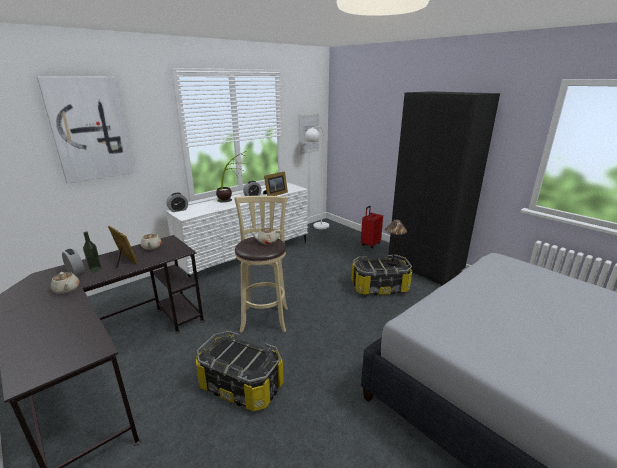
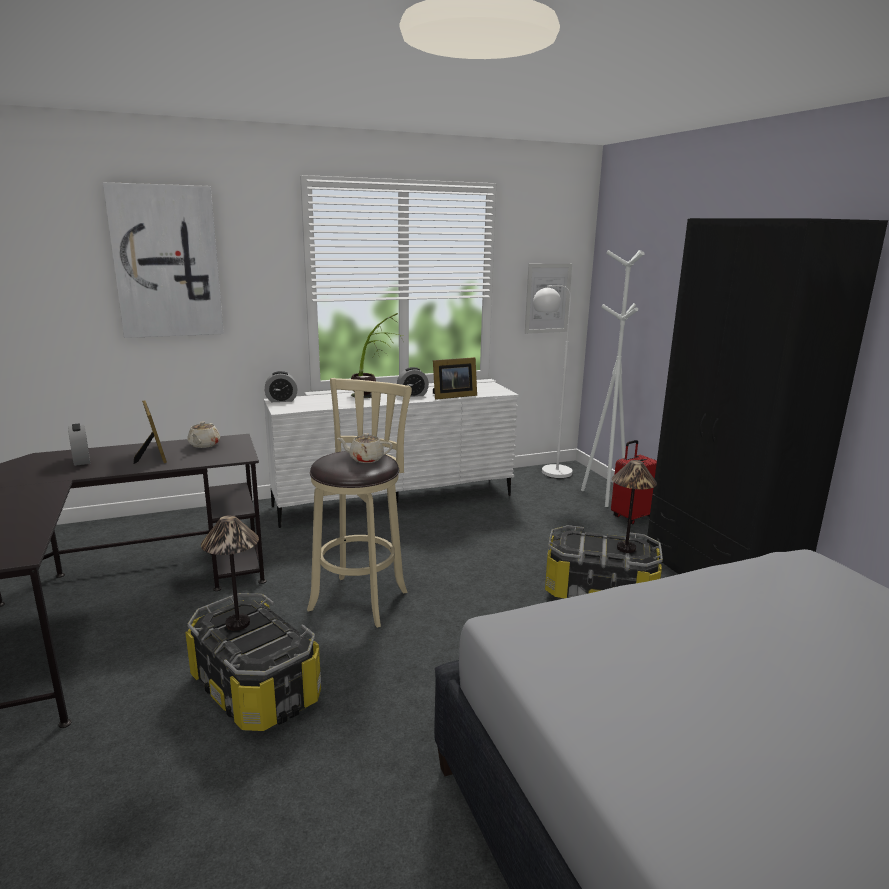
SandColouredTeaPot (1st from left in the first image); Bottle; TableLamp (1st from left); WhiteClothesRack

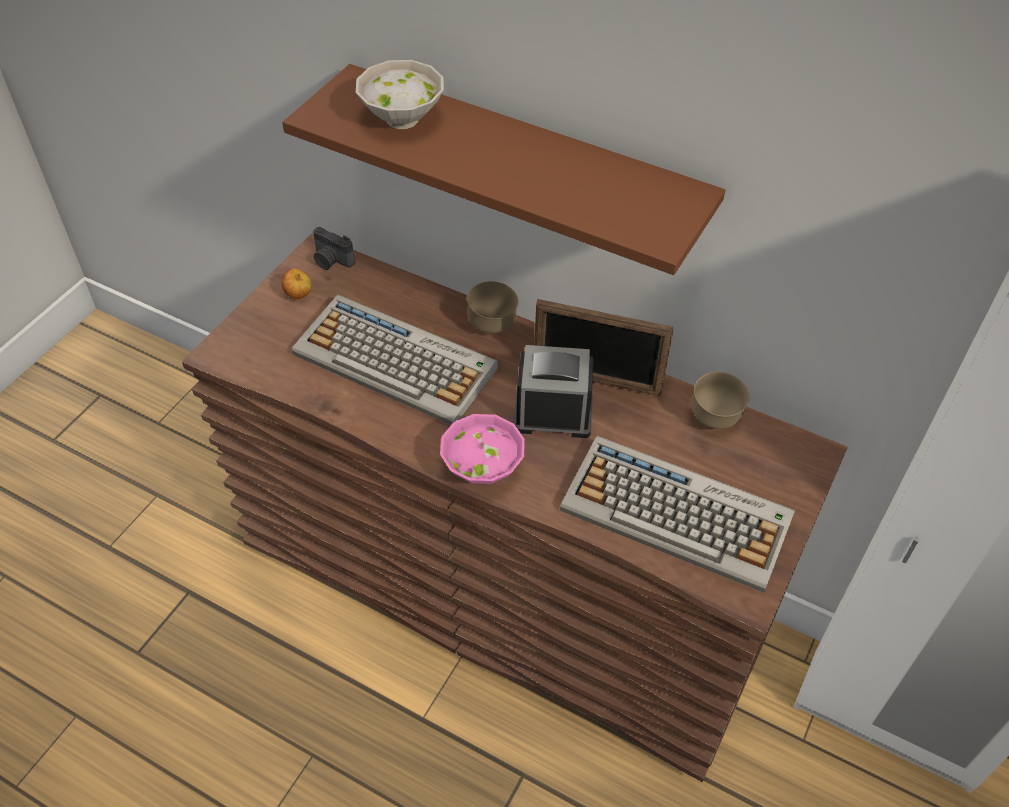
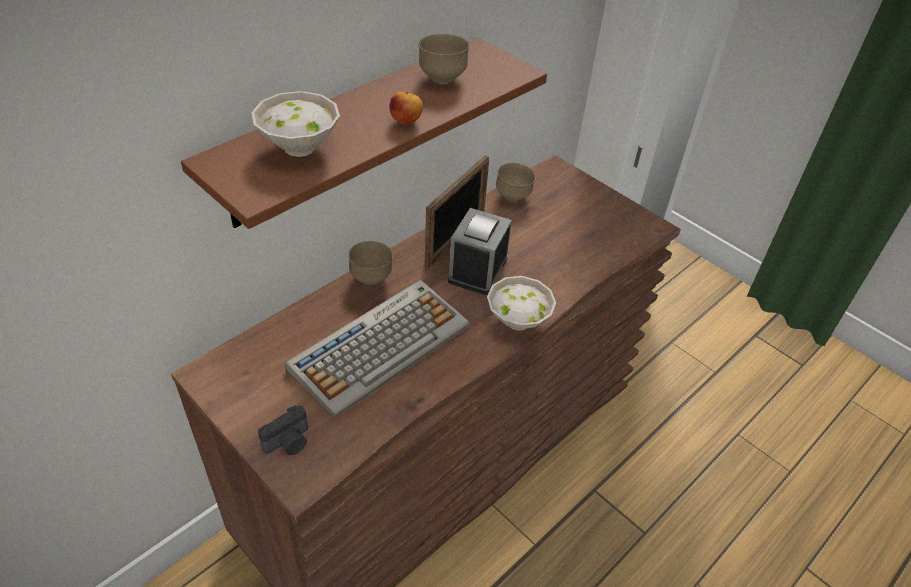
Keyboard (2nd from left in the first image); BrownBowl (2nd from left); WholeApple; StillCamera; WhiteBowl (2nd from left)

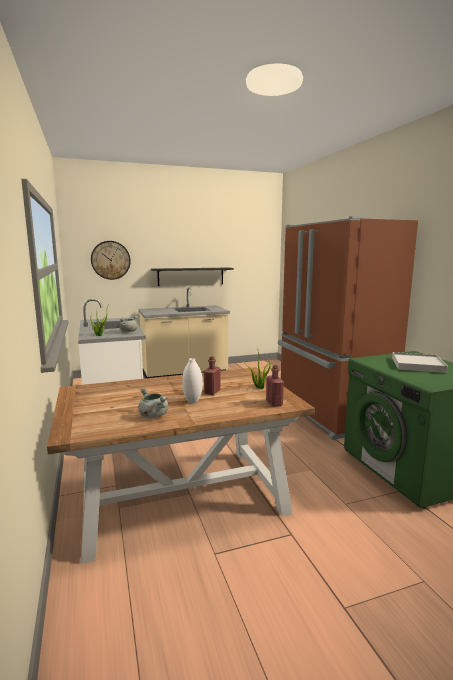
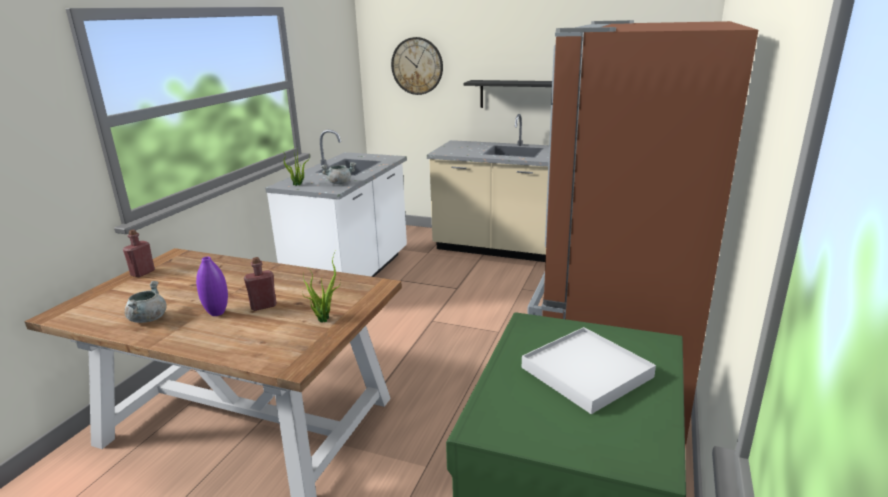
ReddishBottle (1st from left); PurplishVase

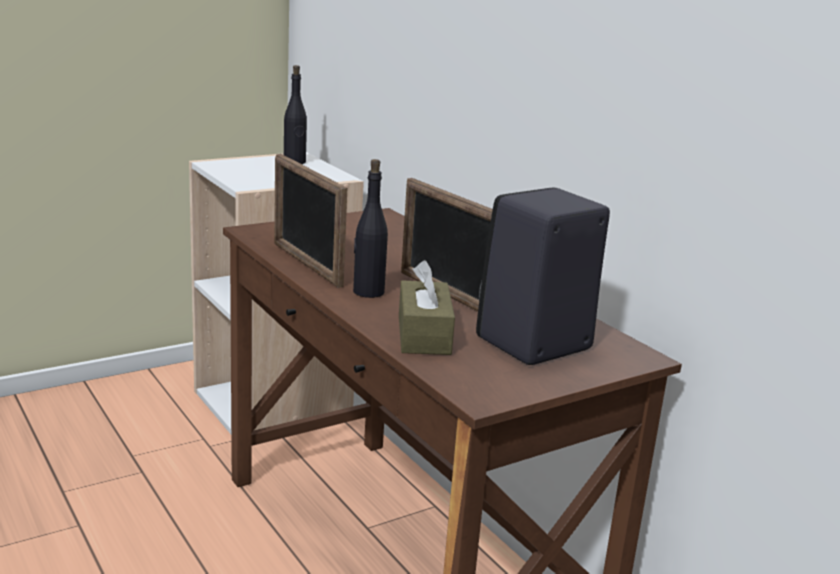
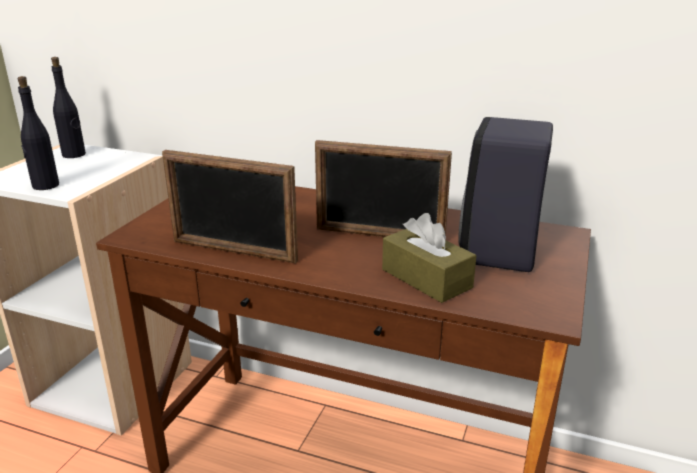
BlackishBottle (1st from left)

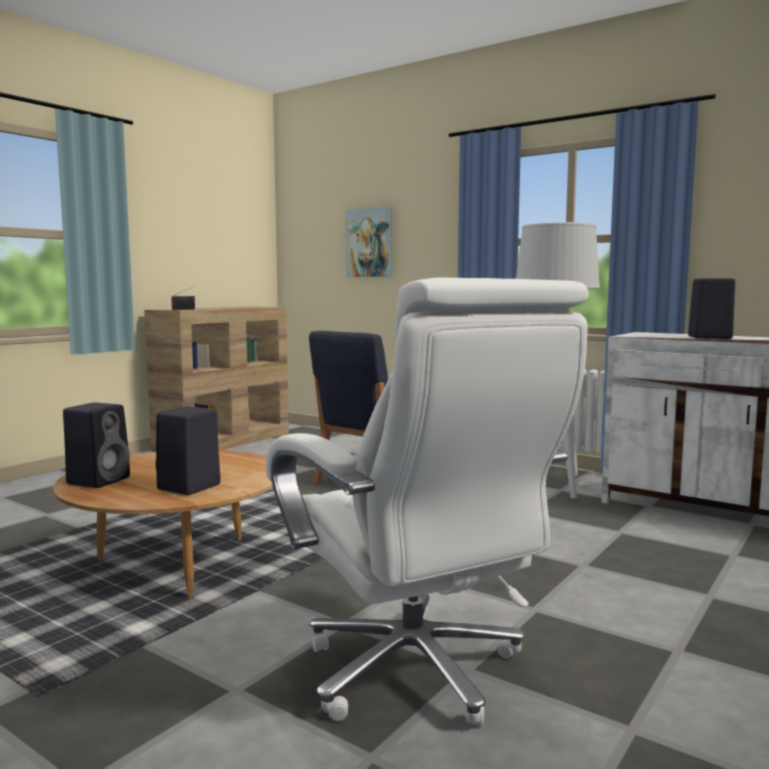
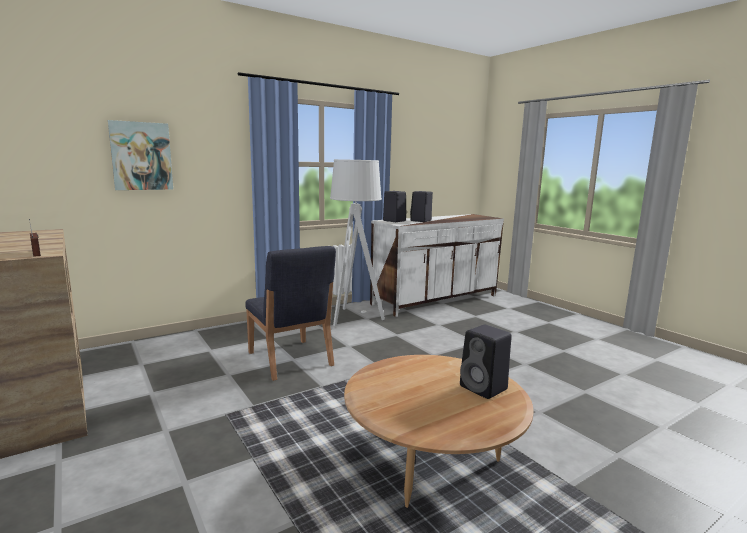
WhiteDeskChair; BlackishSpeaker (1st from left)

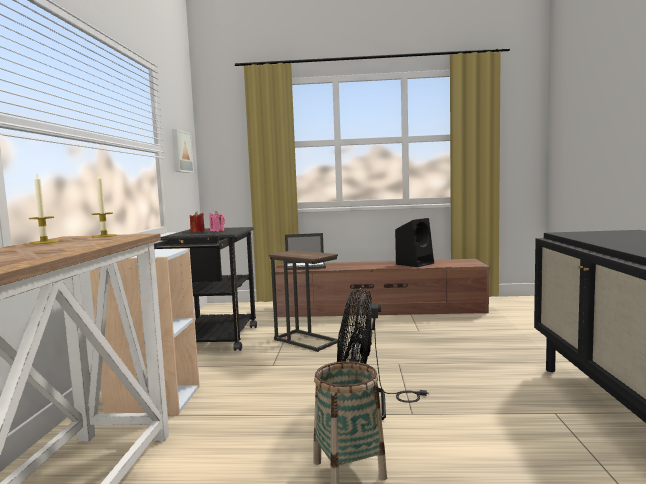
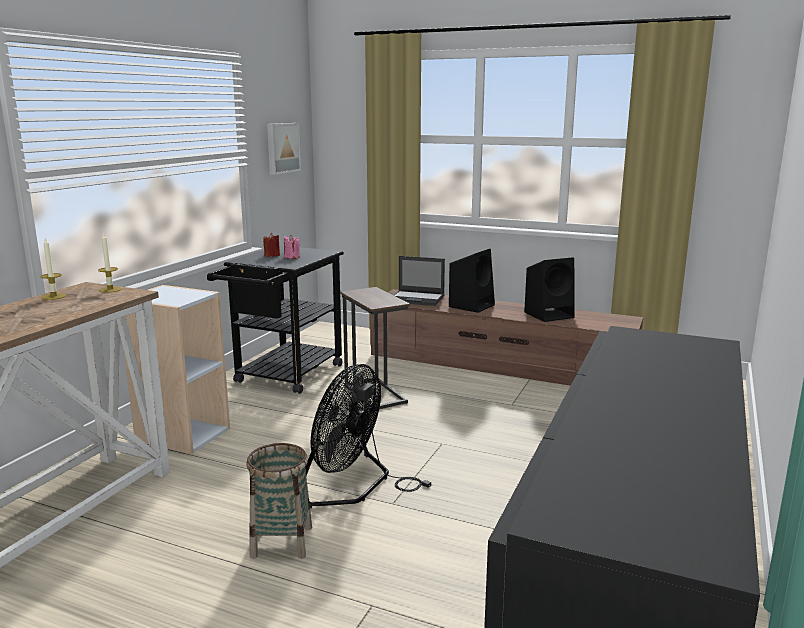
BlackishSpeaker (1st from left)

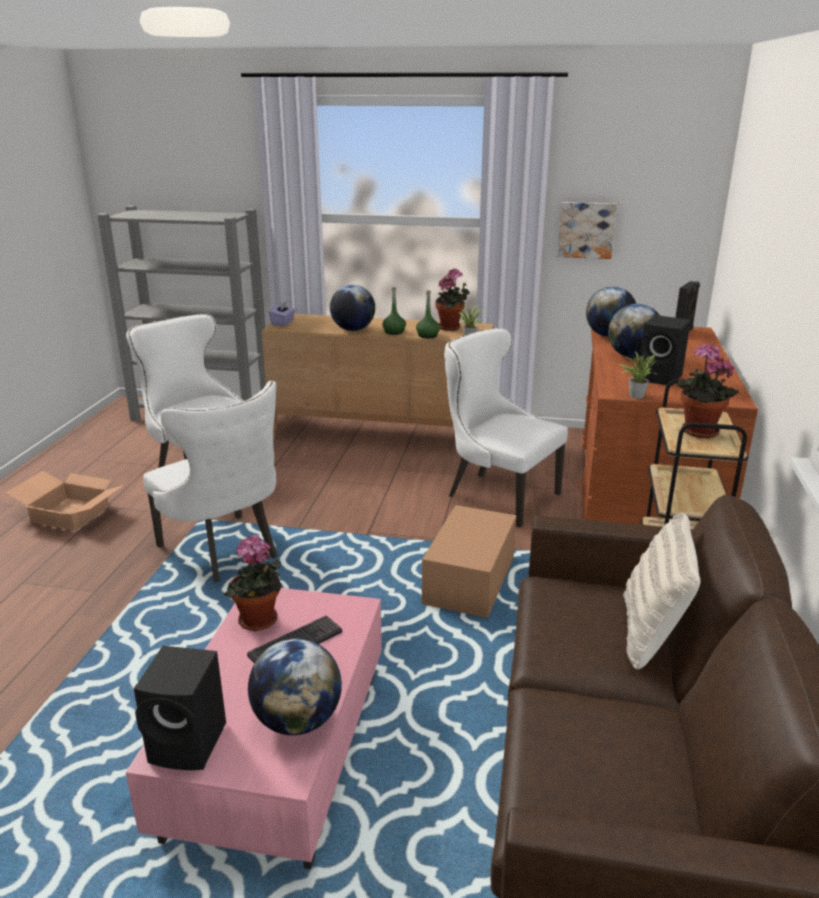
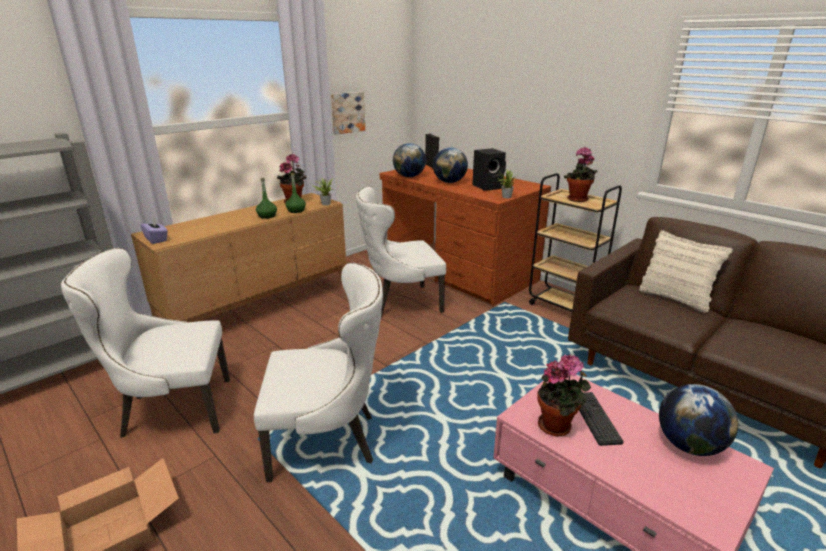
BlackishSpeaker (1st from left in the first image); Globe (2nd from left in the first image); Carton (2nd from left in the first image)

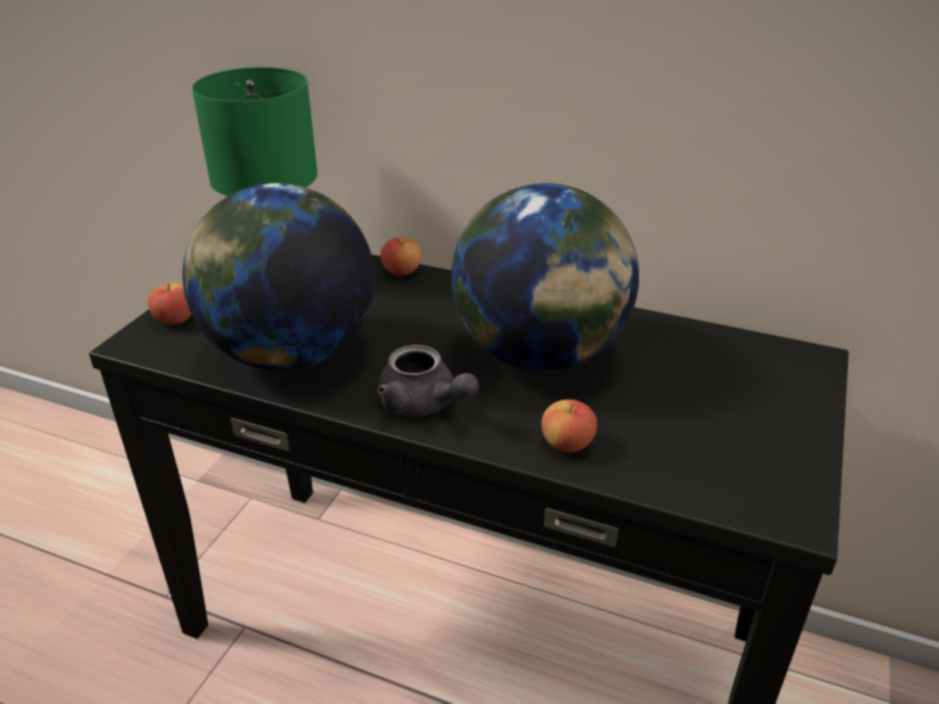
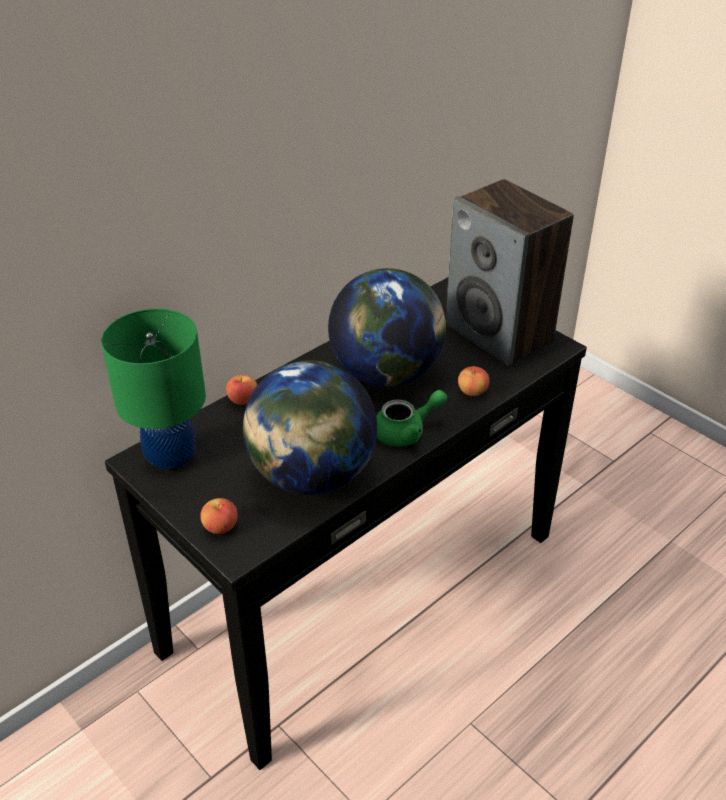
Speaker; GreenTeaPot

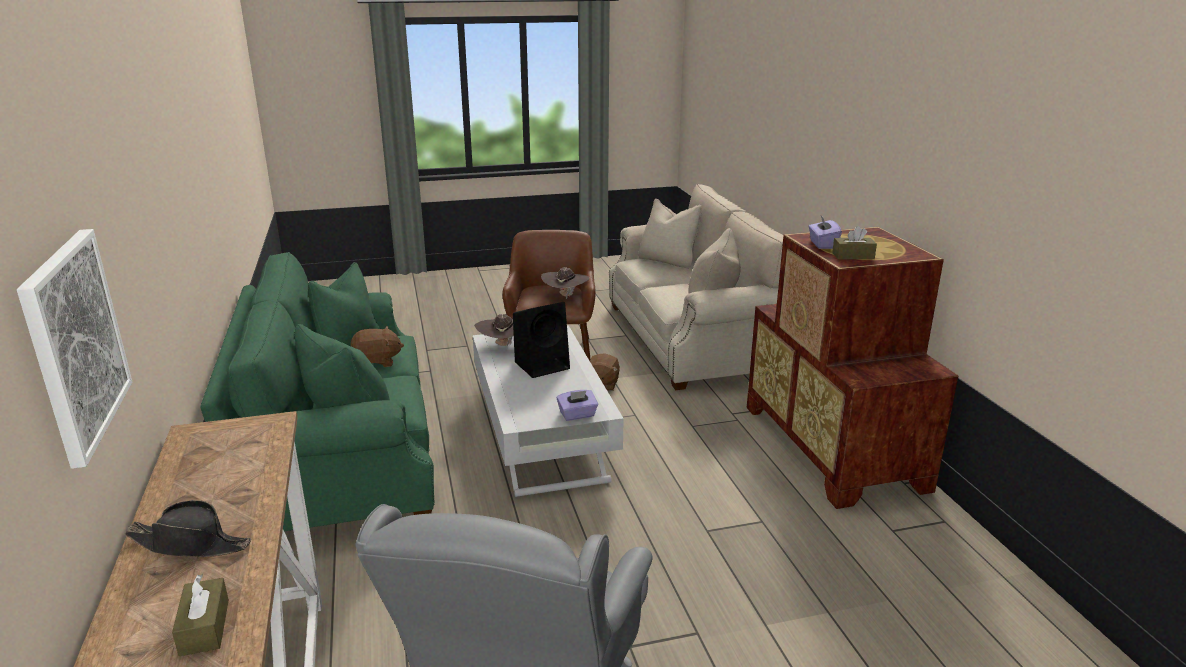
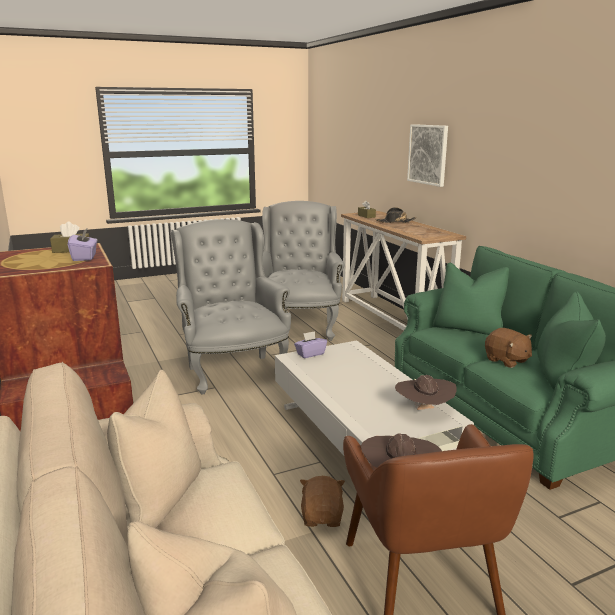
BlackishSpeaker; GreyArmchair (1st from left); BrownPlushToy (2nd from left)

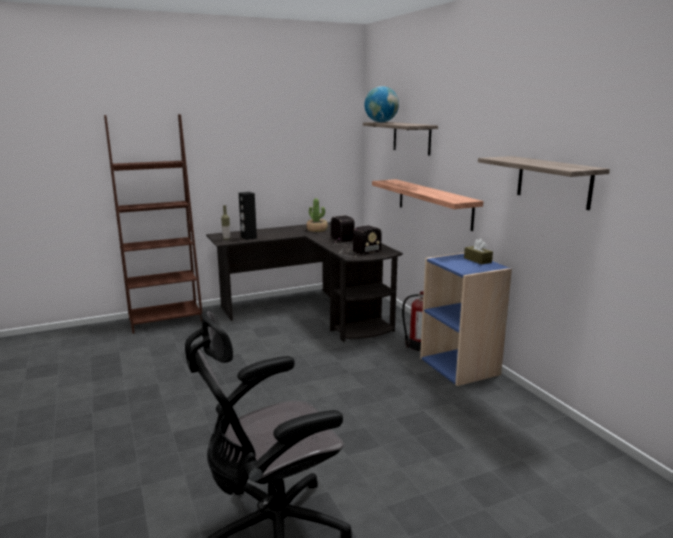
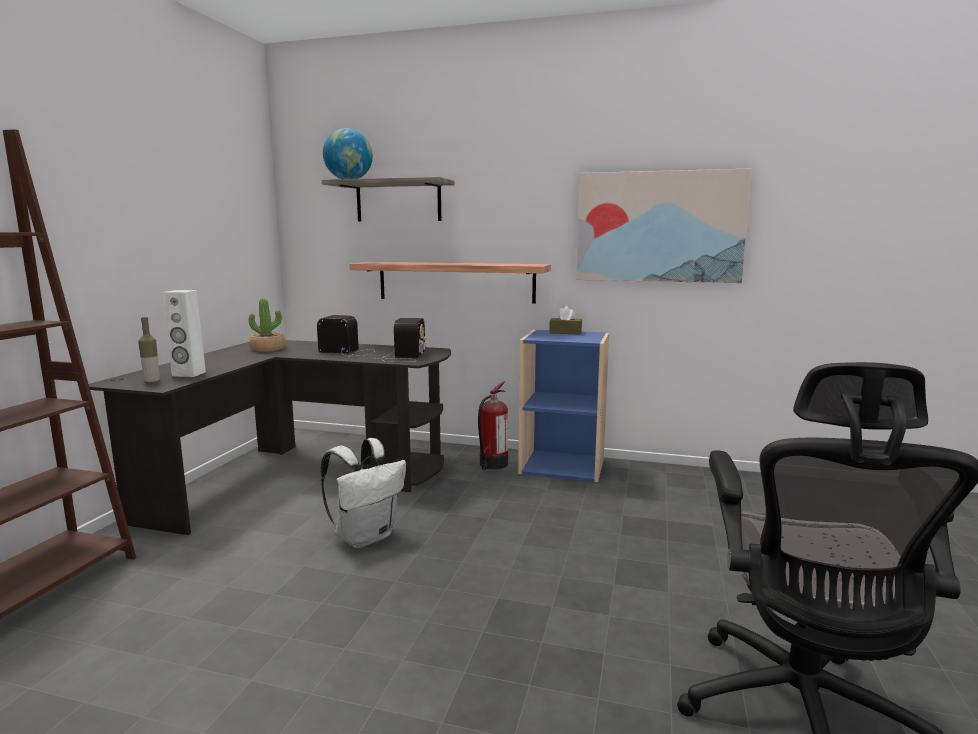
WhiteBackpack; WallArt; WhiteSpeaker

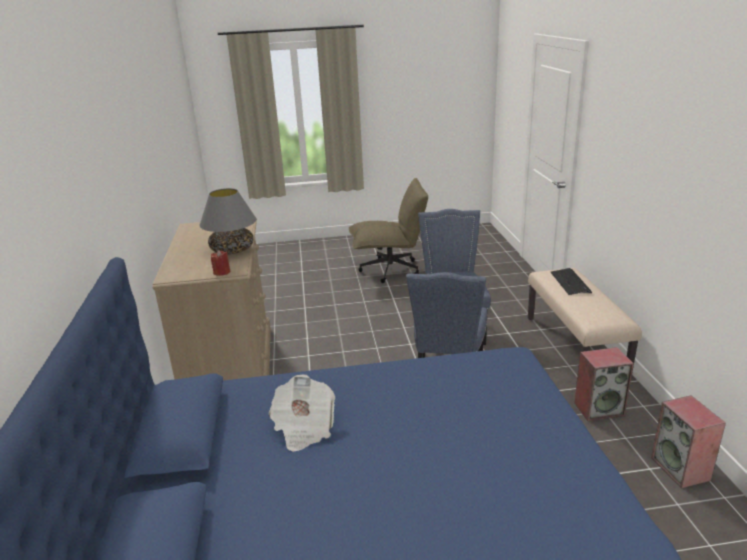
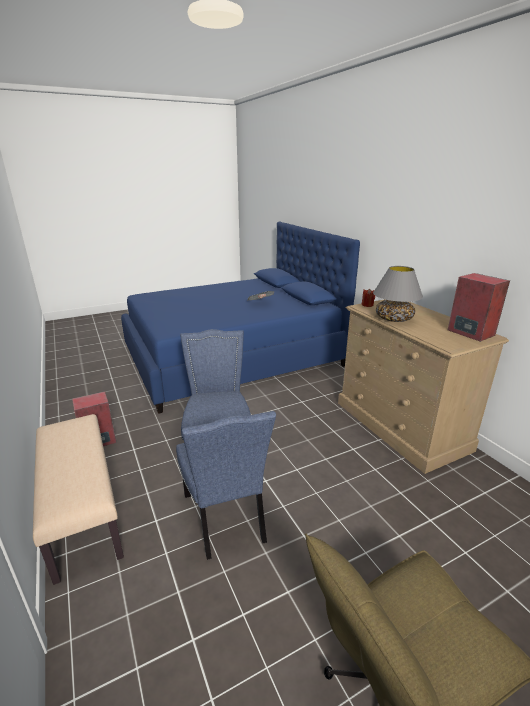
Keyboard; Speaker (2nd from left)

